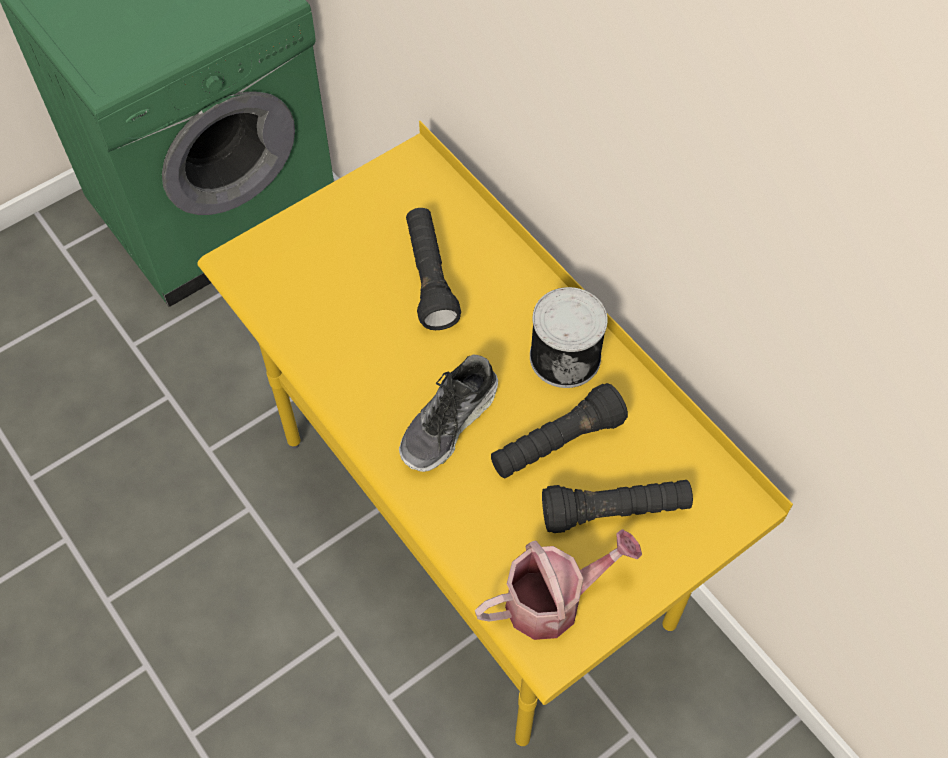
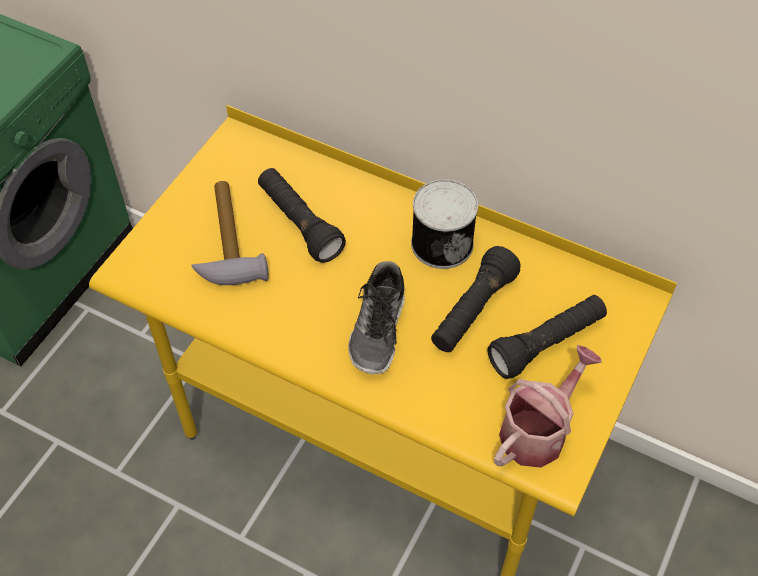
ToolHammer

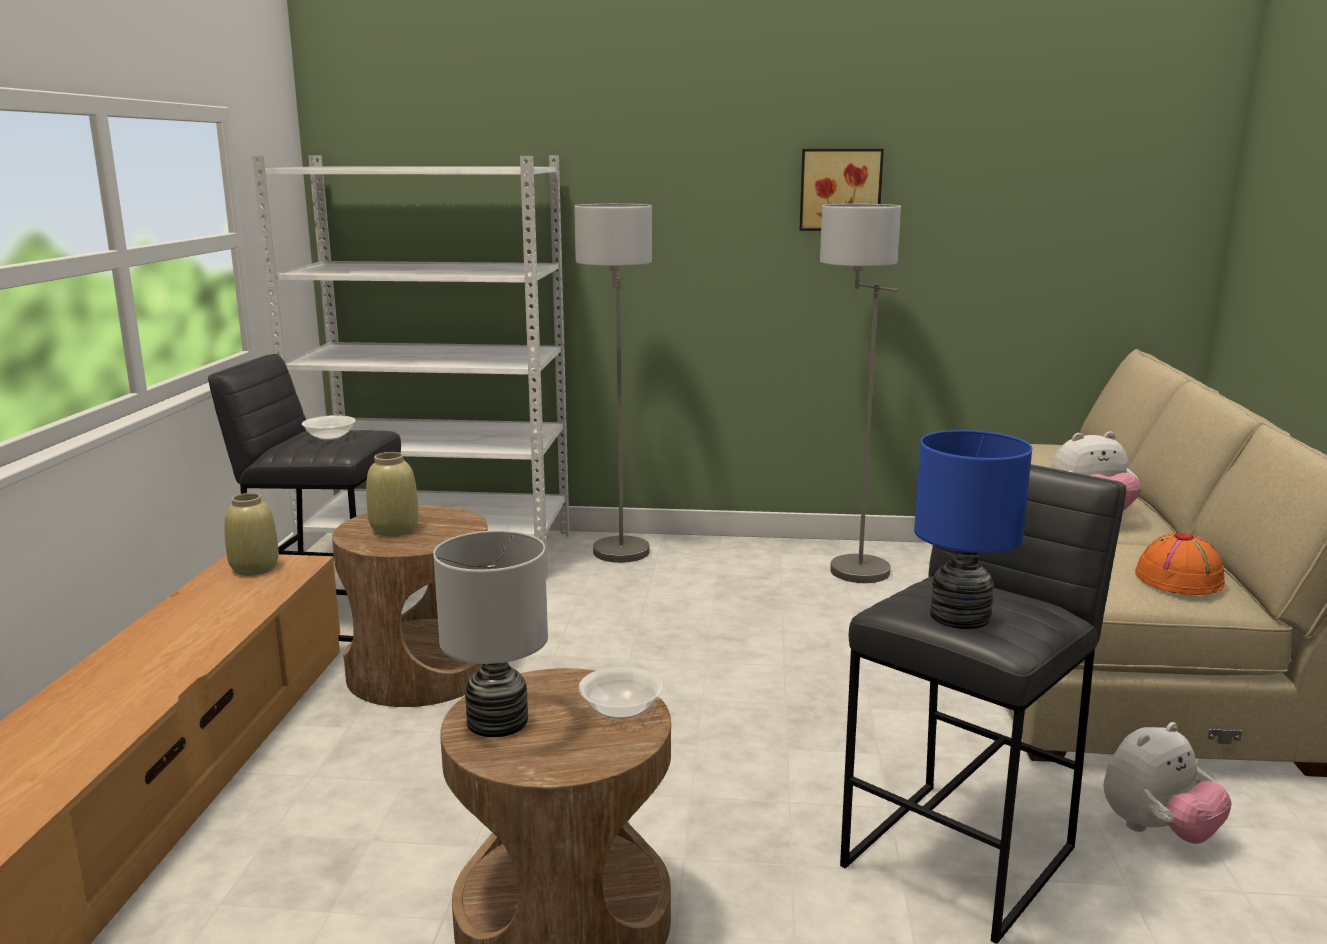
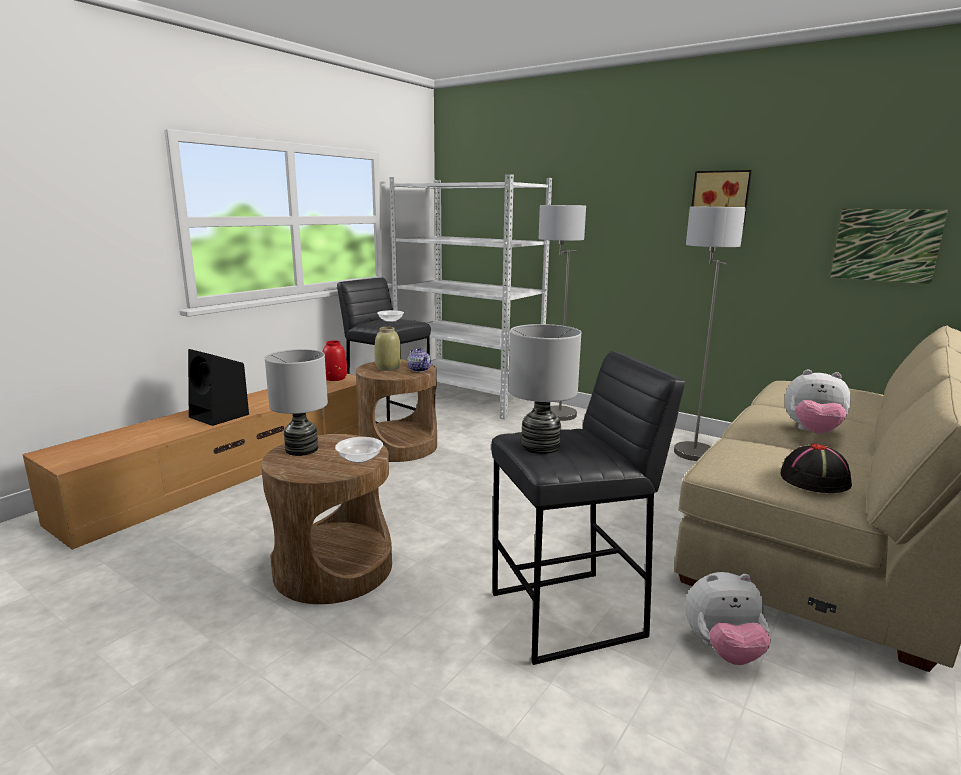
BlackishSpeaker; TeaPot; WallArt (2nd from left); ReddishVase; GreyTableLamp (2nd from left); BlackishClothingHat

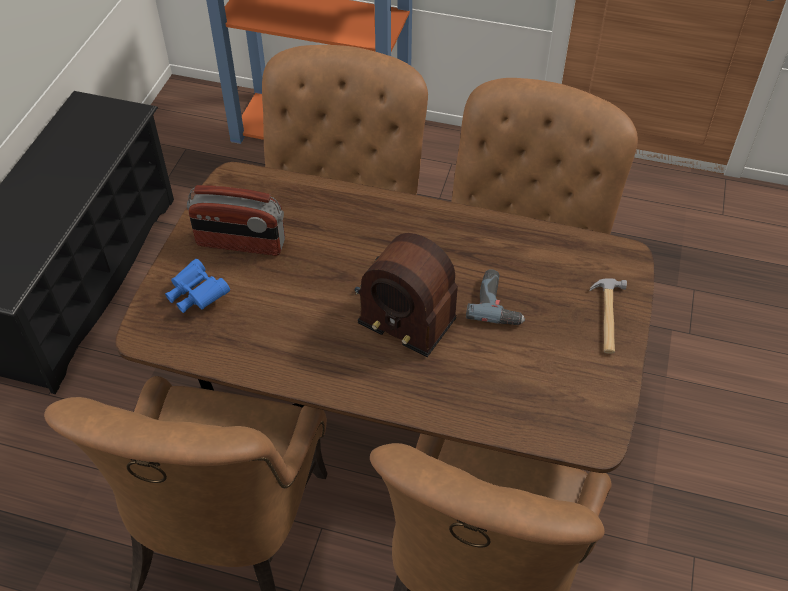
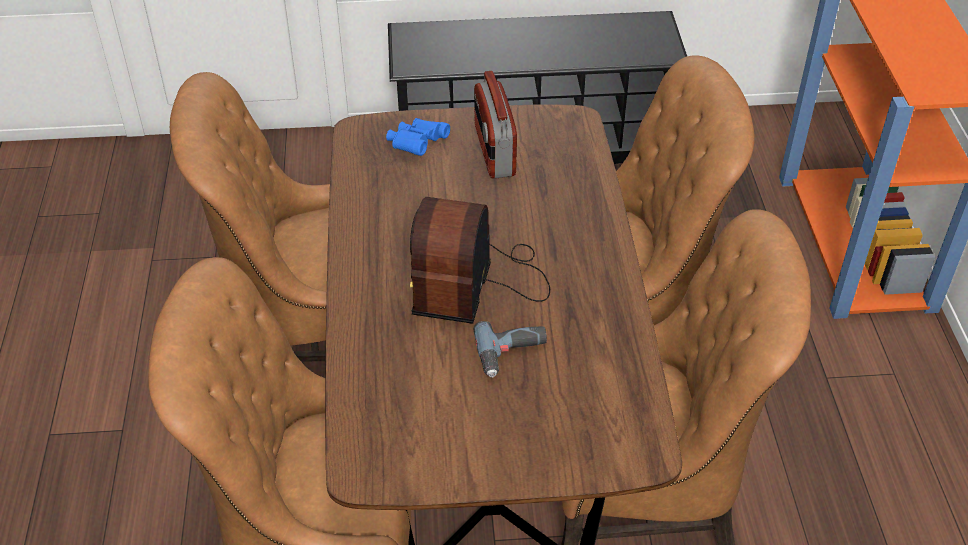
ToolHammer

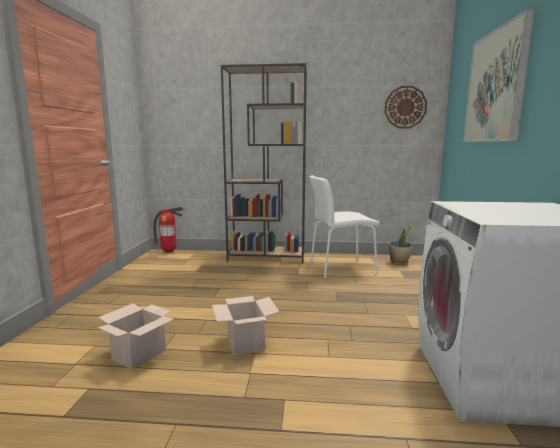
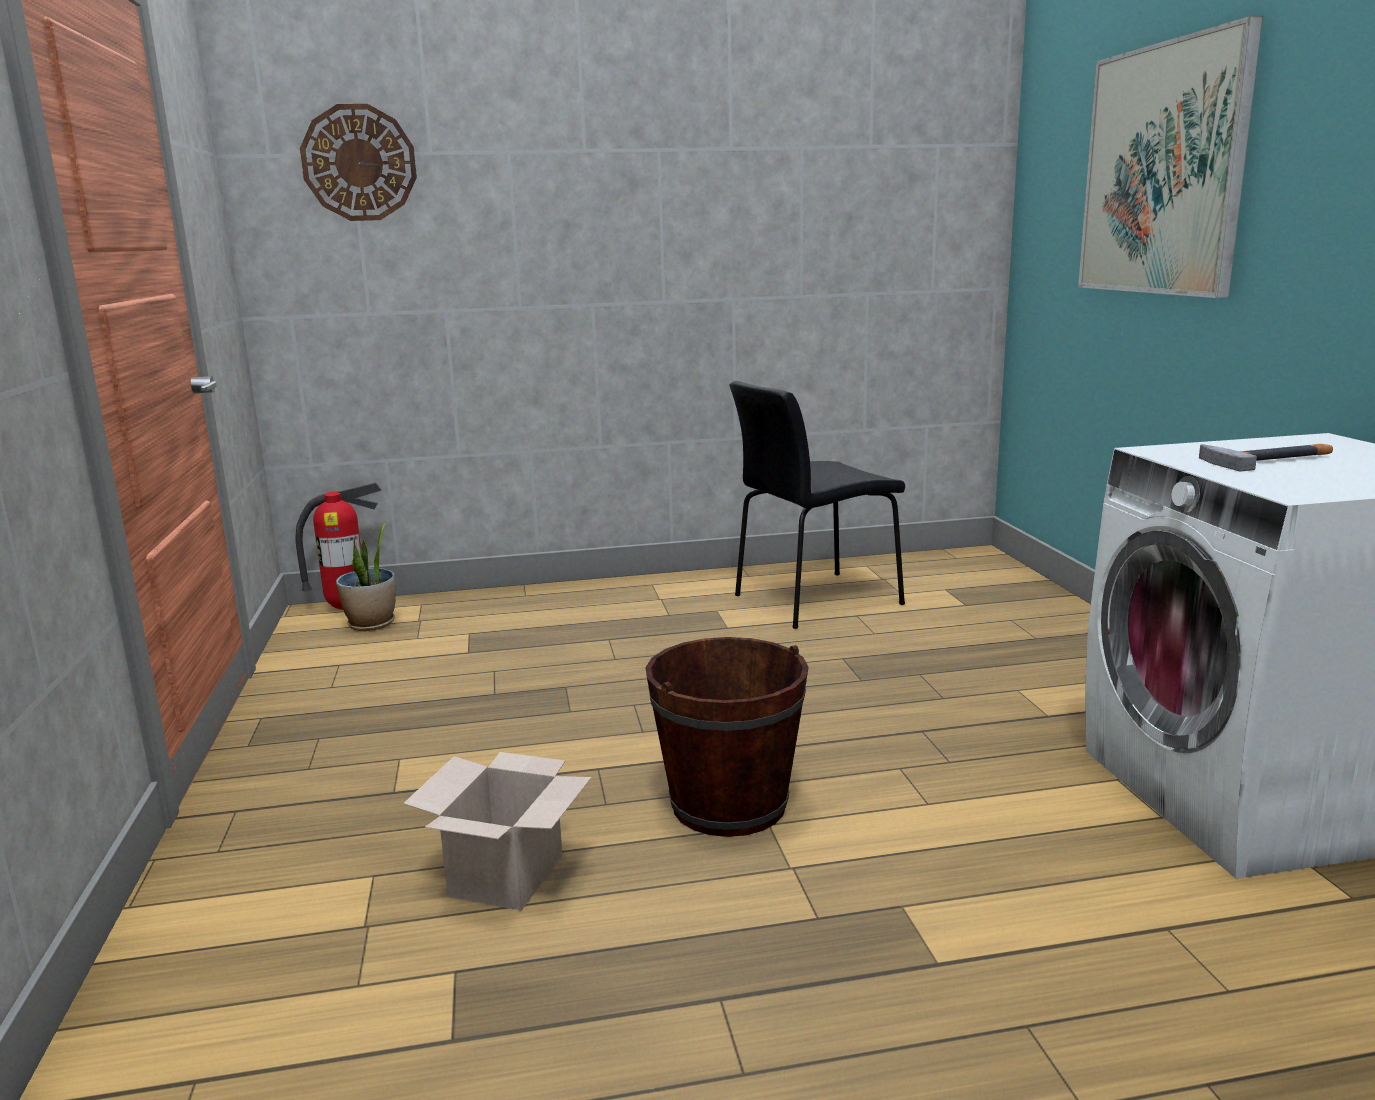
Bookcase; ToolHammer; HangingClock; PottedPlant; BrownWaterBucket; BlackishUprightChair

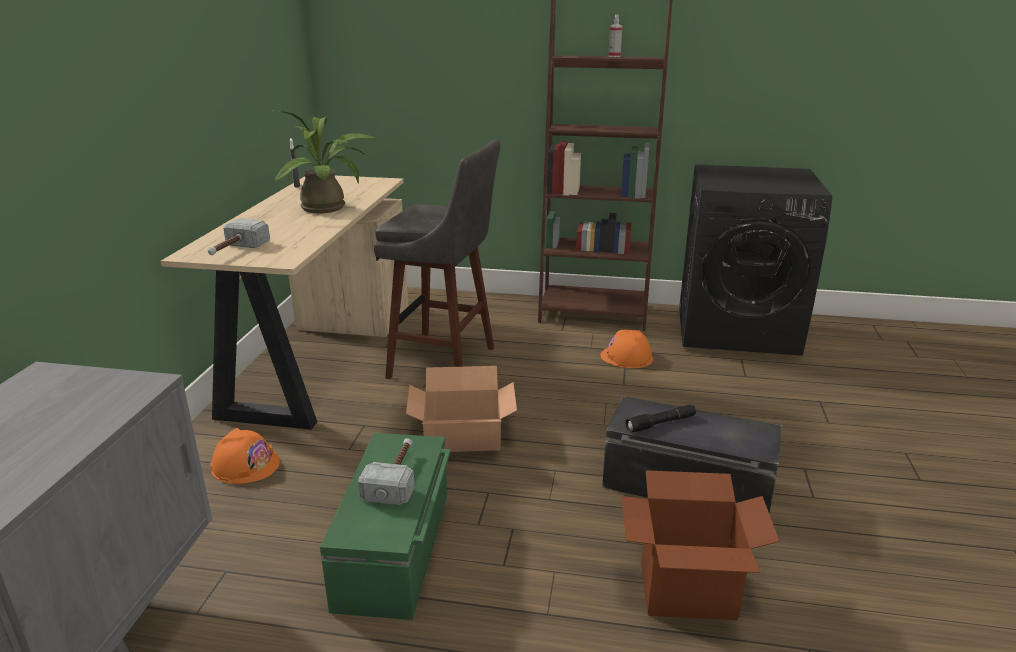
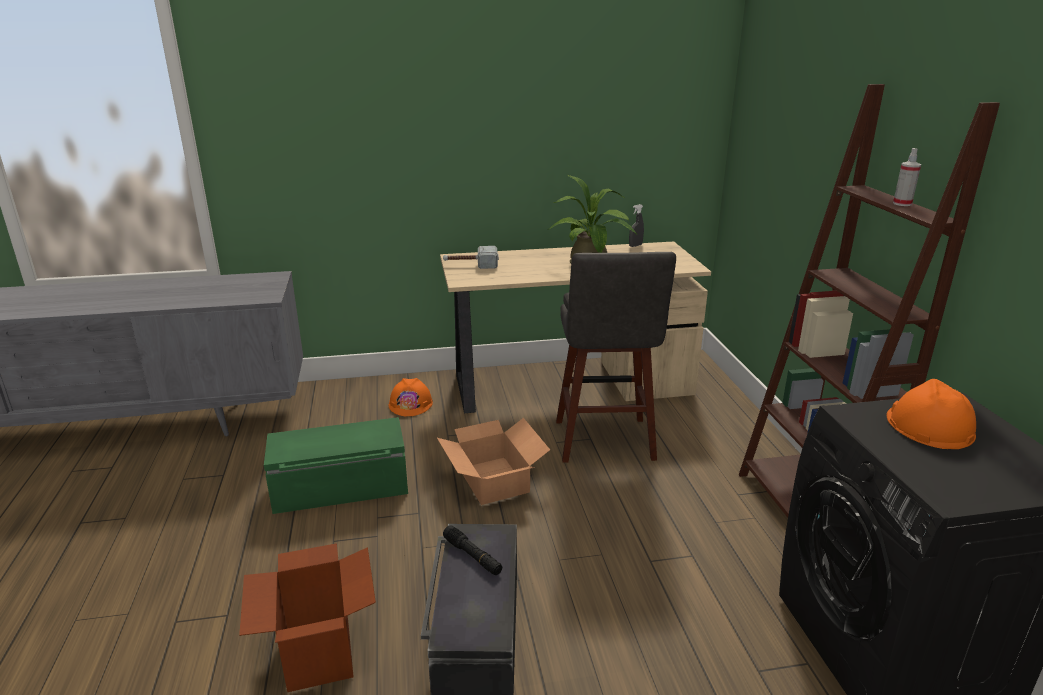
ToolHammer (2nd from left in the first image); OrangeySafetyHelmet (2nd from left)

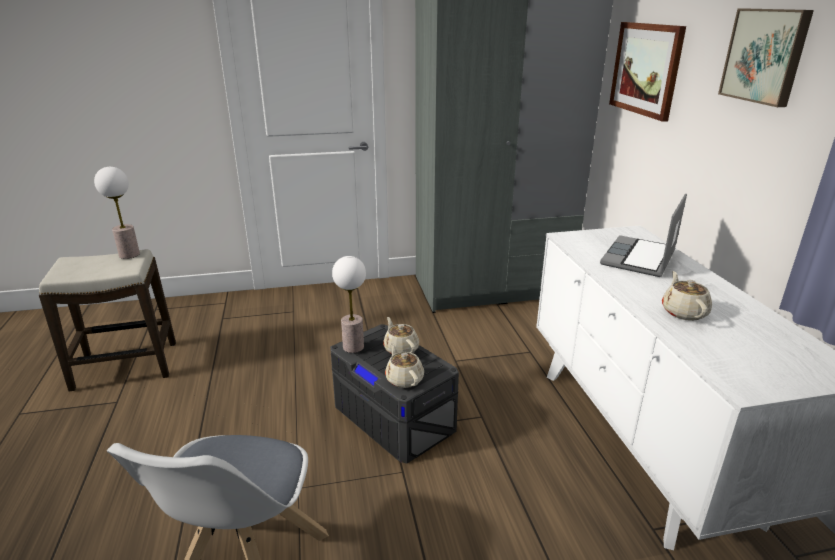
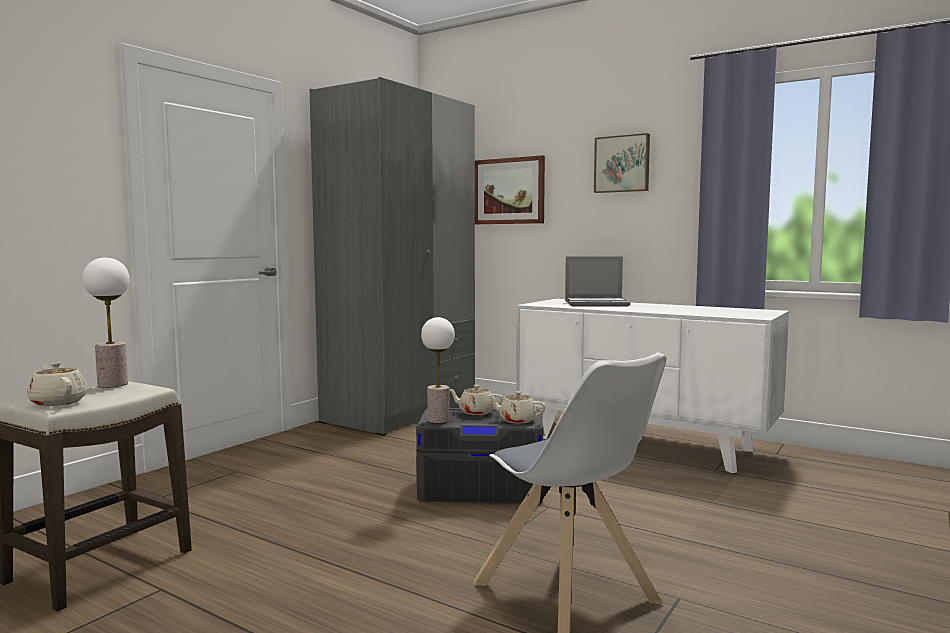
SandColouredTeaPot (1st from left); PortableComputer

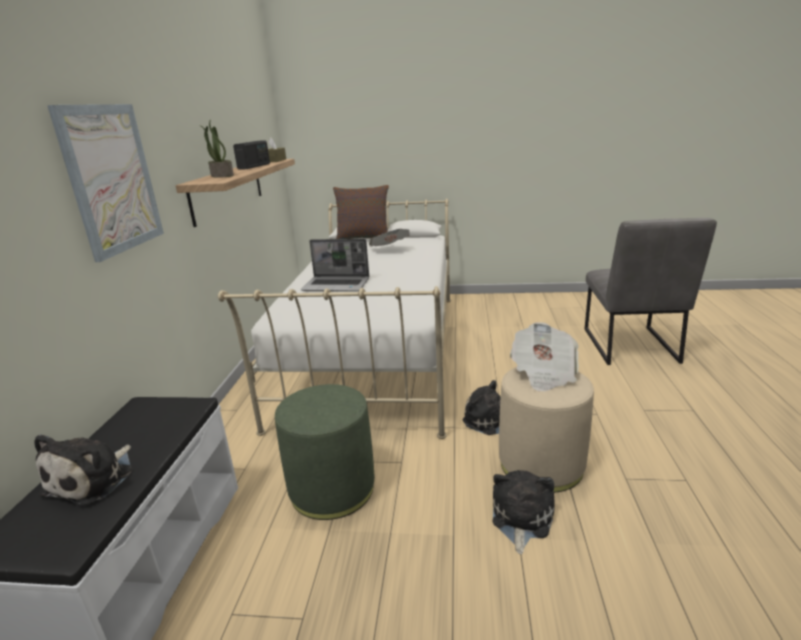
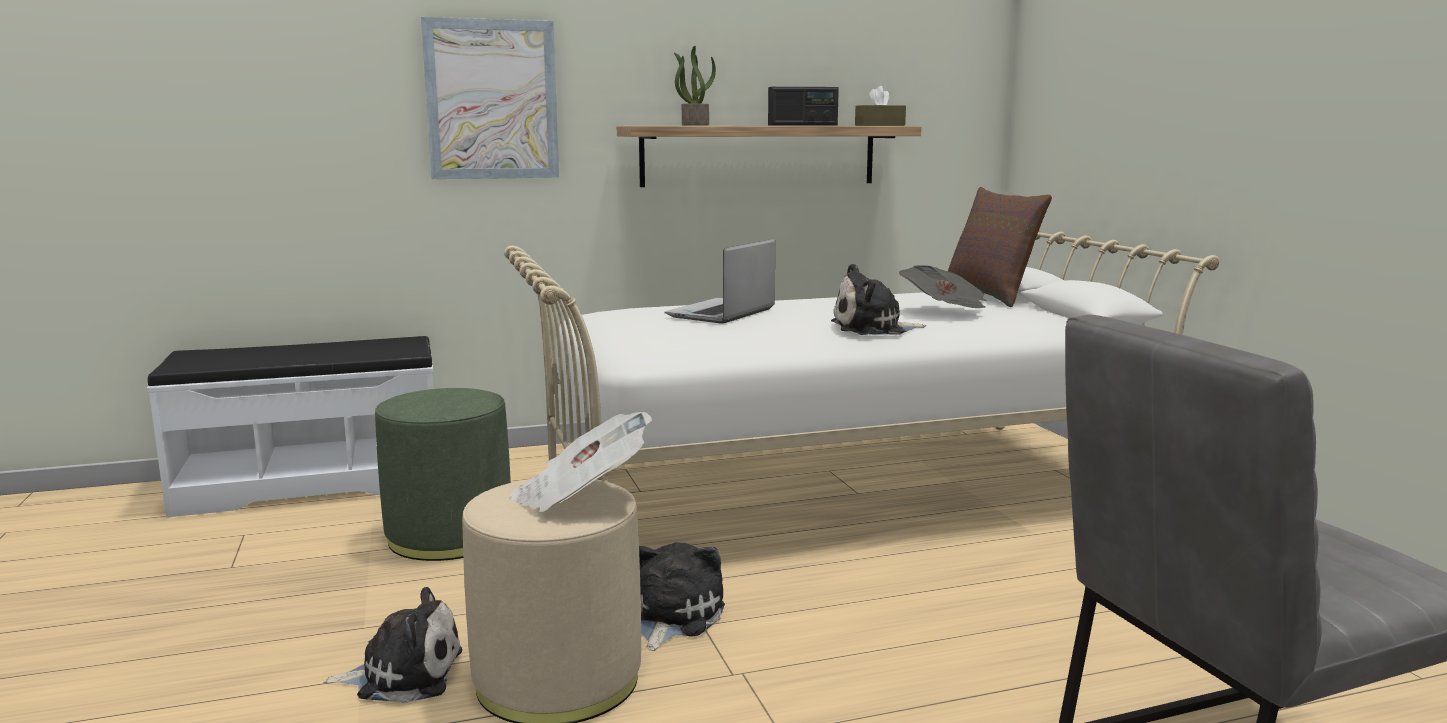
PlushToy (3rd from left); PortableComputer

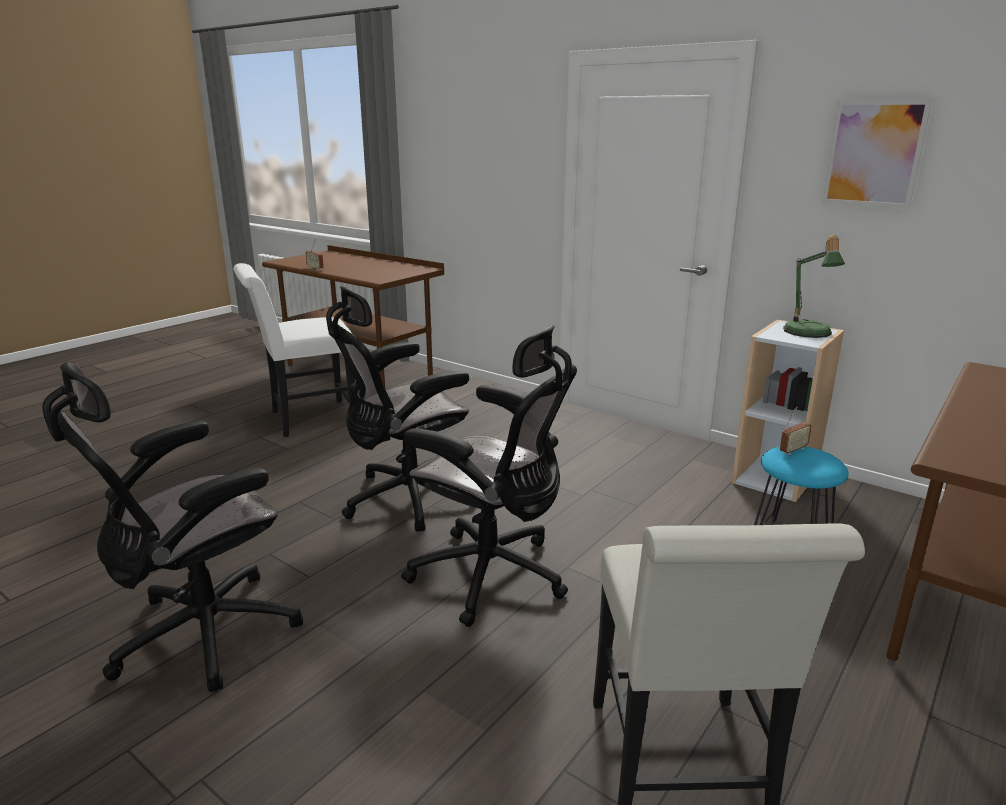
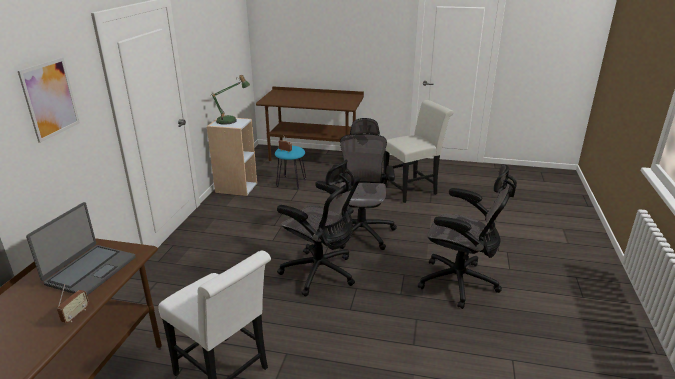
PortableComputer; WallArt

